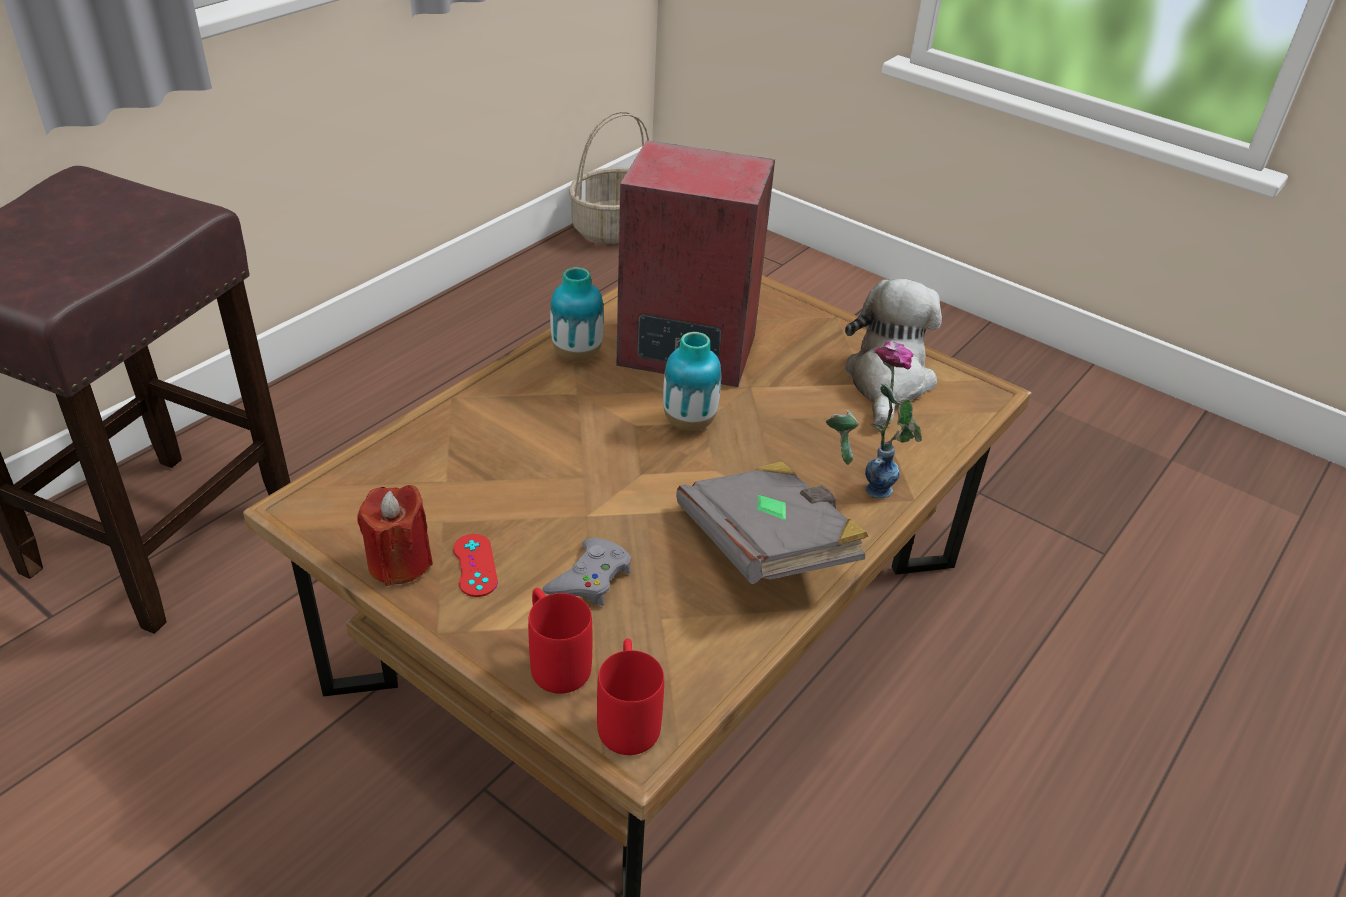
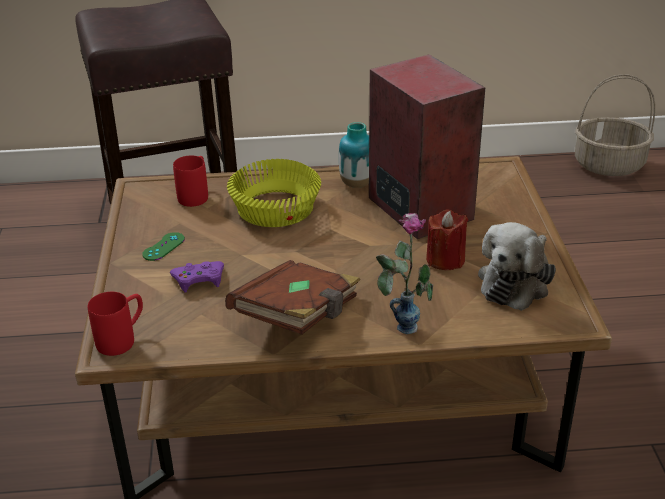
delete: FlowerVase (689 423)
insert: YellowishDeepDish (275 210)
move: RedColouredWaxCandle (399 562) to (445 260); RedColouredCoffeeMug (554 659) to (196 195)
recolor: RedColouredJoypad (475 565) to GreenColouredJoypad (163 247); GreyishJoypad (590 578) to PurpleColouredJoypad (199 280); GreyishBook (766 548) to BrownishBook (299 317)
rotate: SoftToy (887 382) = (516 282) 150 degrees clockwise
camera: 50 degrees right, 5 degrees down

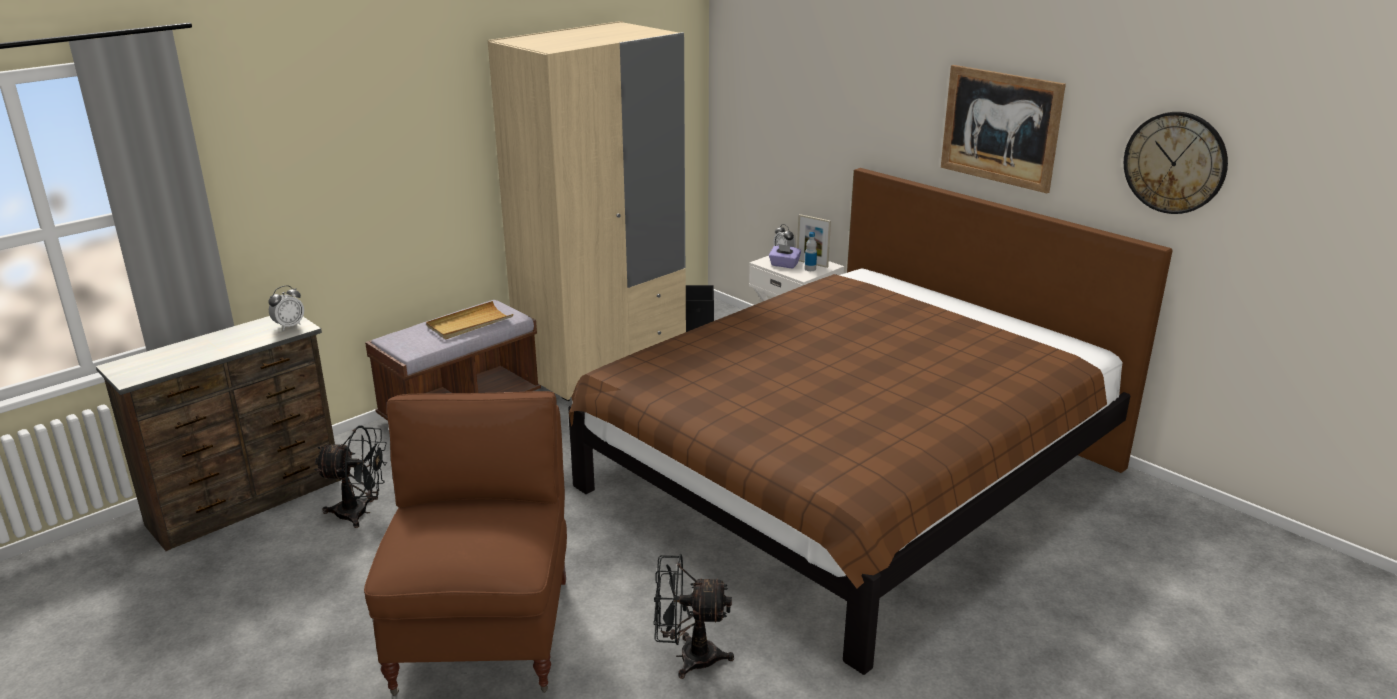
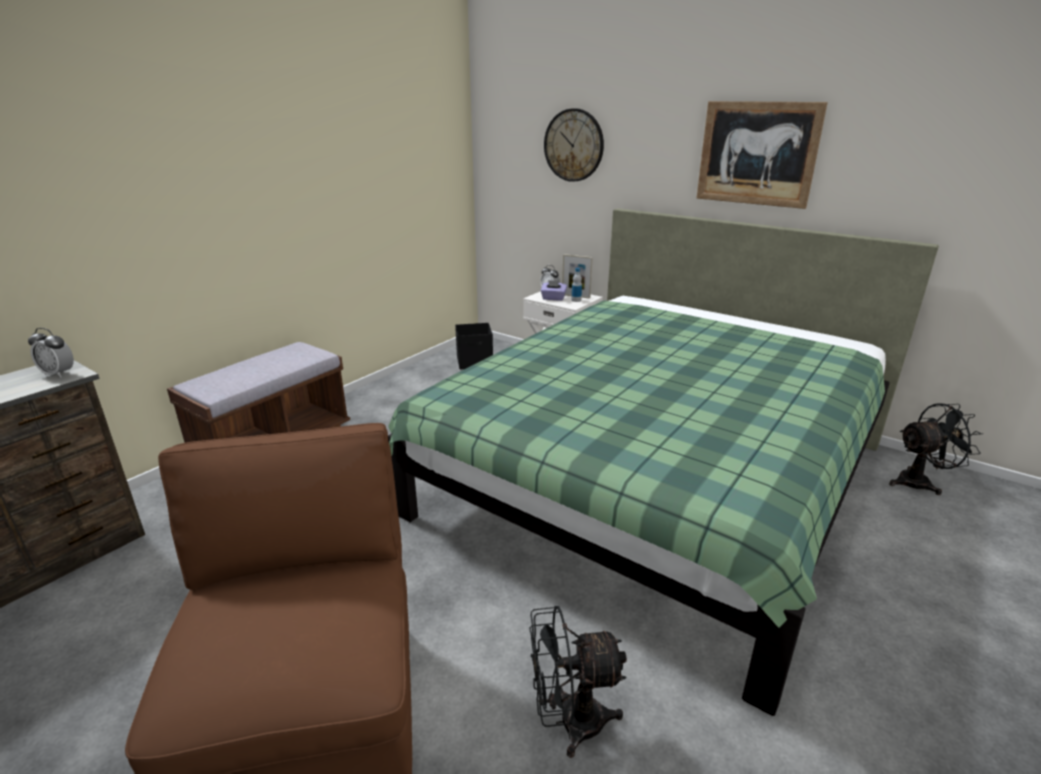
delete: BeigeColouredTray (469 323); BeigeColouredWardrobe (602 362)
move: BlackishCoolingFan (360 513) to (920 482); WallClock (1175 162) to (574 145)
recolor: BrownishBed (850 478) to GreenColouredBed (654 478)
rotate: BedsideClock (289 326) = (58 373) 75 degrees clockwise
camera: 10 degrees left, 0 degrees up

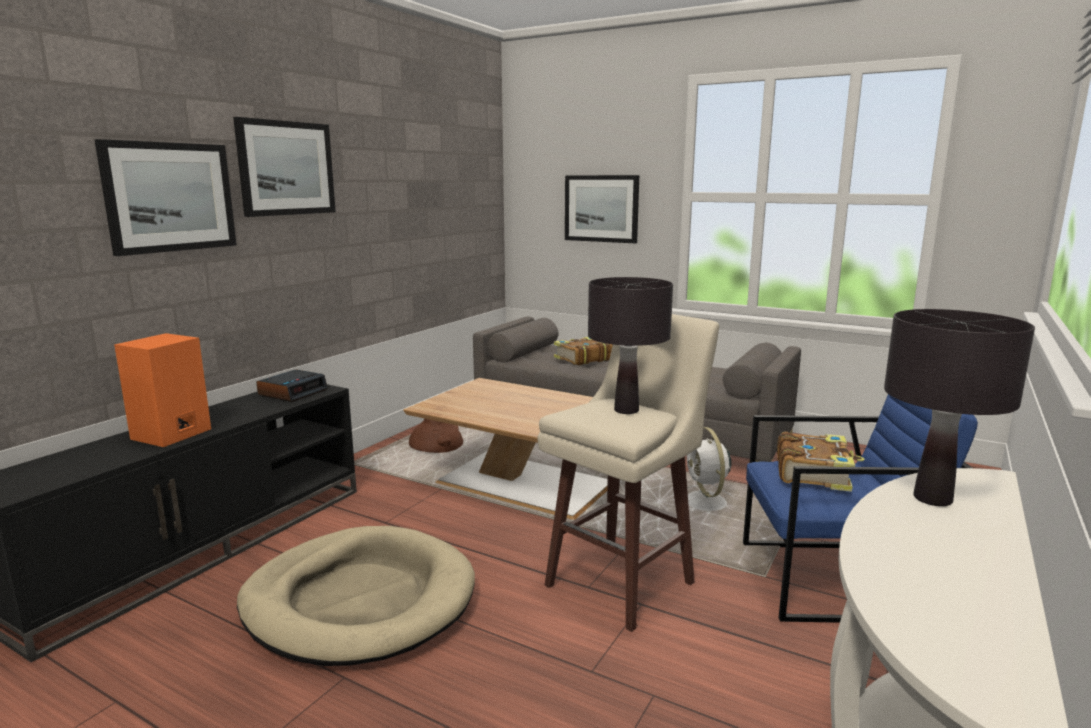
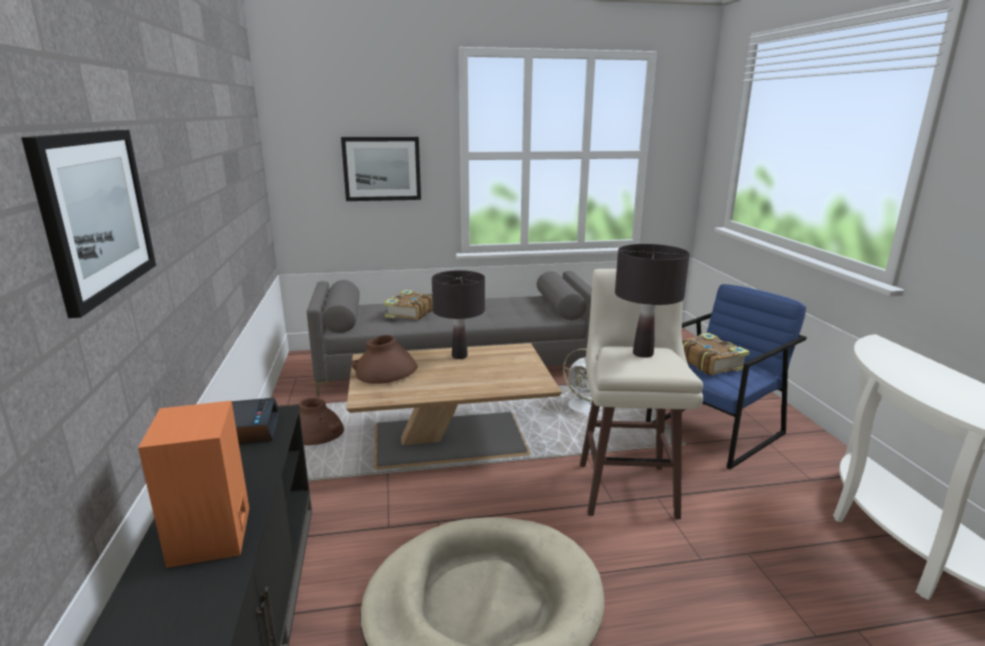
delete: WallPicture (286 168)
insert: BrownishFlowerVase (385 372)
move: BlackishLampForATable (932 498) to (459 356)
camera: 40 degrees left, 5 degrees up

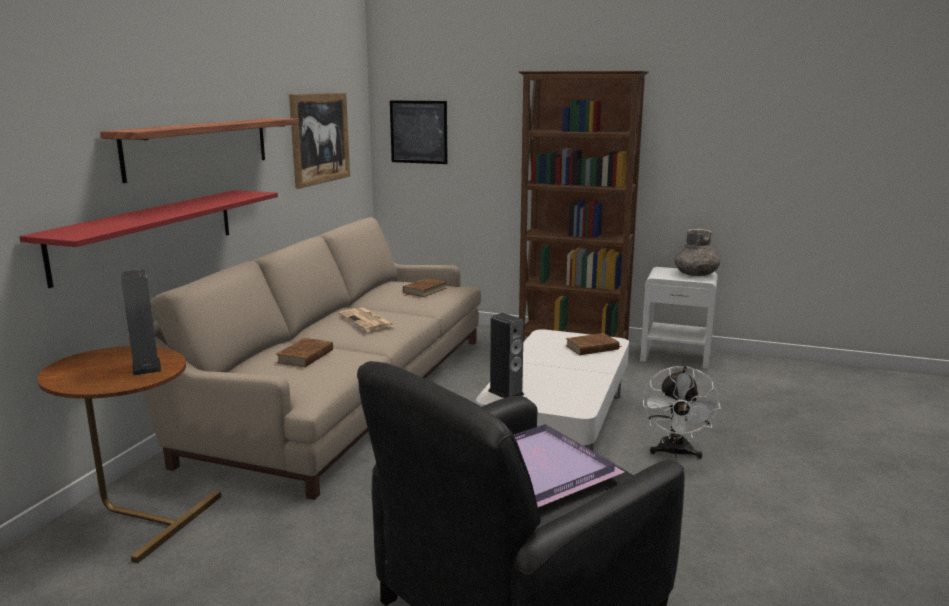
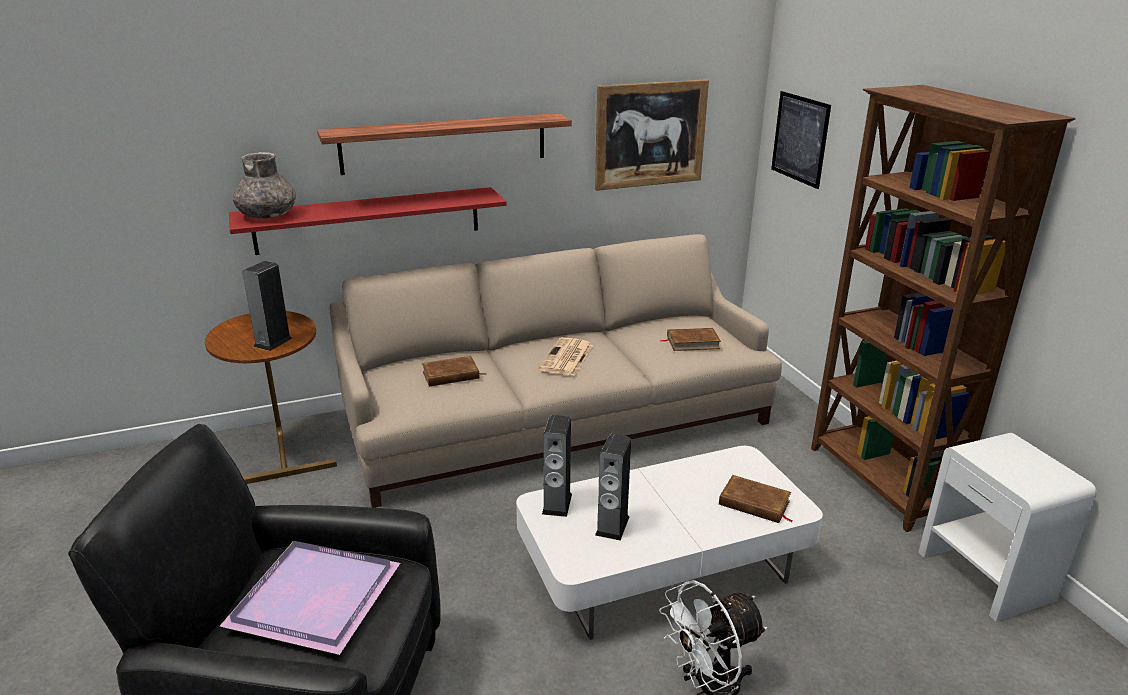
insert: Speaker (612 526)
move: GreyishFlowerVase (696 274) to (268 215)
camera: 50 degrees right, 10 degrees up

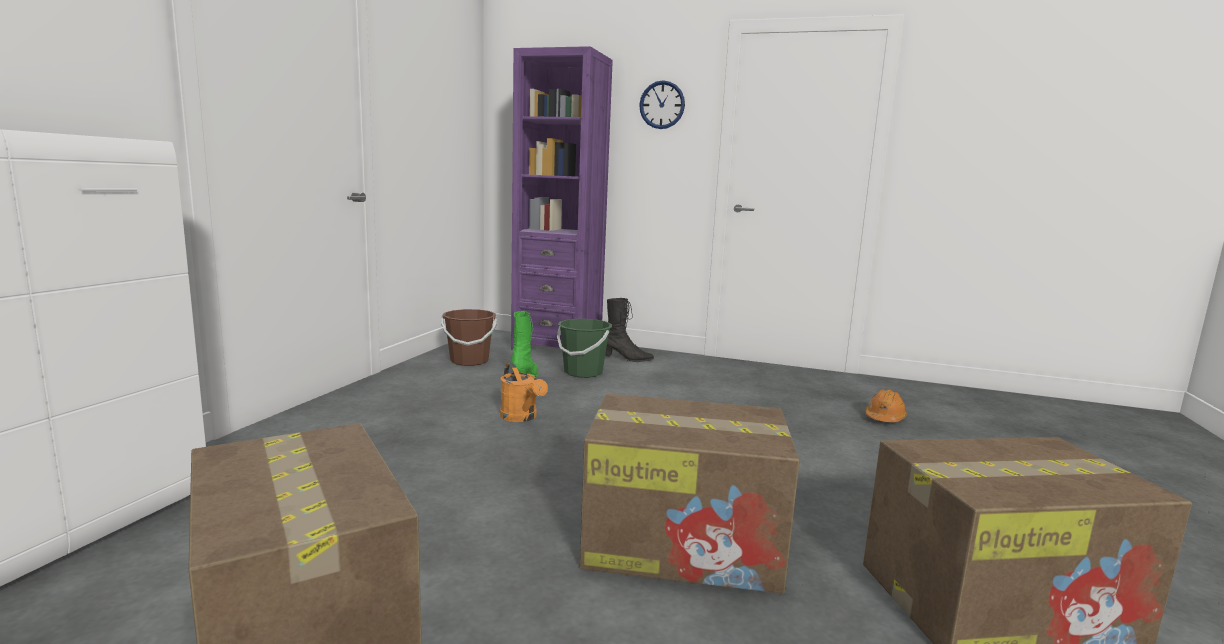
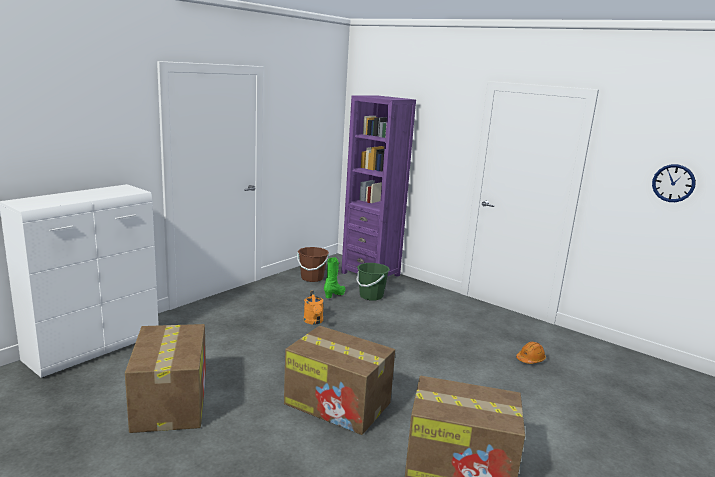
delete: BlackishHighTopBoot (626 359)
move: WallClock (662 105) to (673 183)
camera: 20 degrees right, 5 degrees up

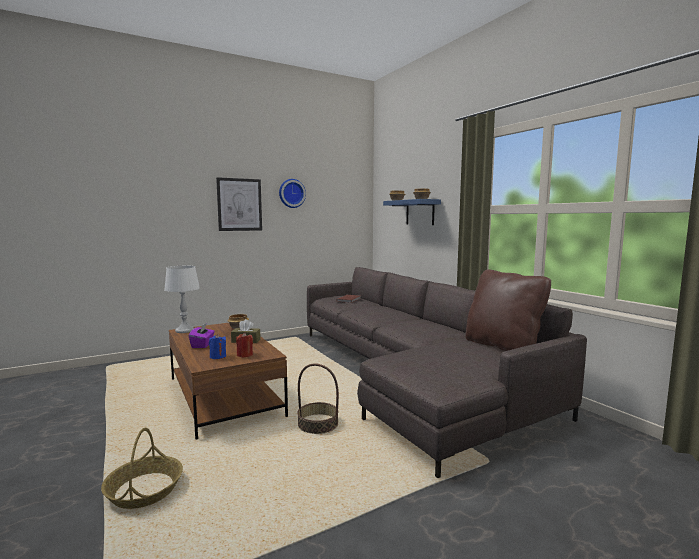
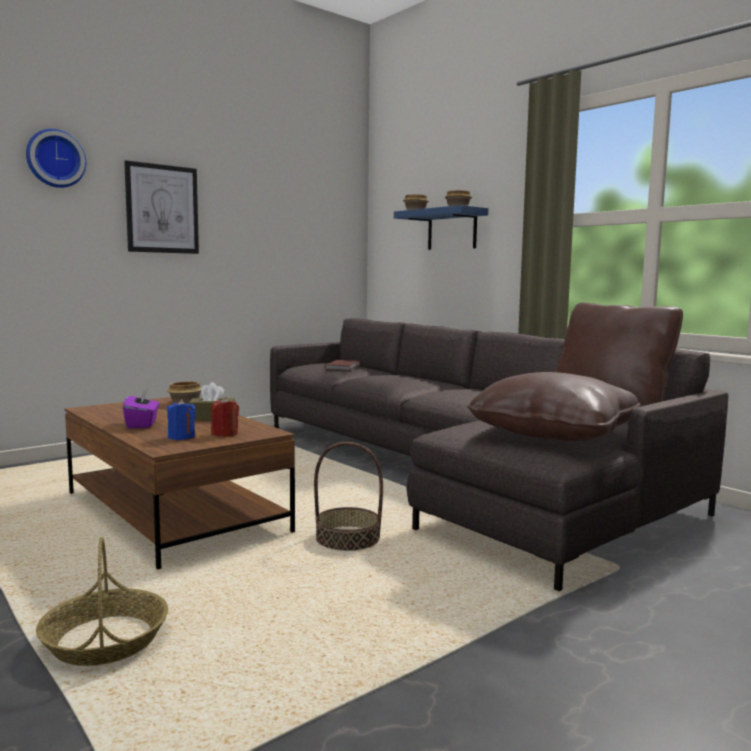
delete: WhiteLampForATable (185 330)
insert: BrownishPillow (553 434)
move: WallClock (291 193) to (55 159)
camera: 10 degrees left, 0 degrees up

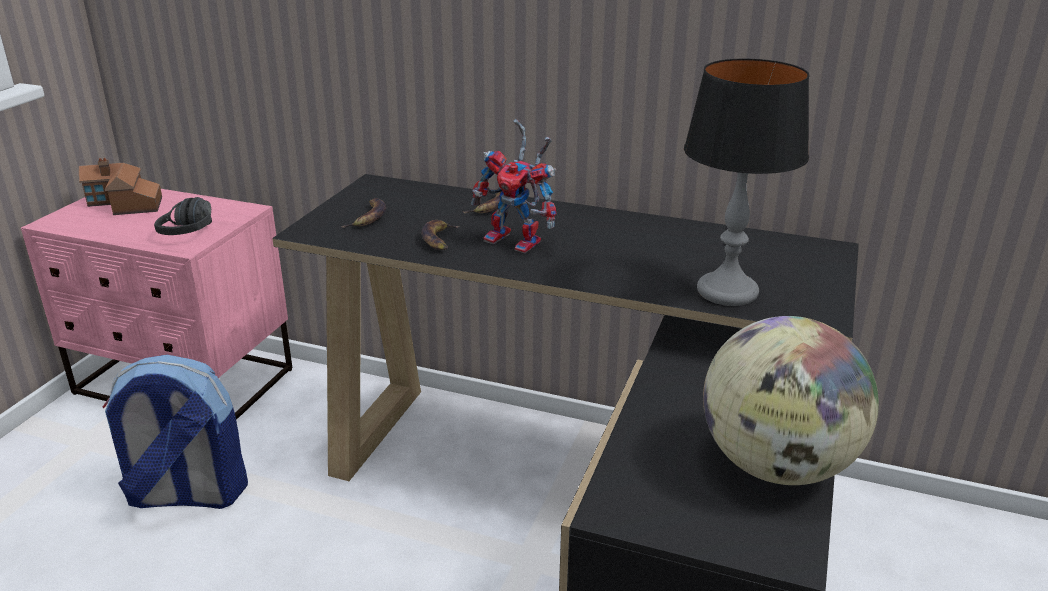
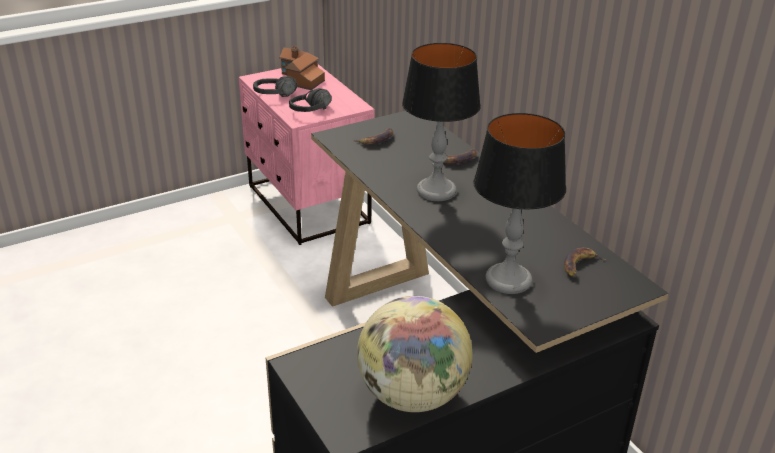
delete: Backpack (186 495)
insert: BlackishHeadphones (275 97)
move: BananaFruit (440 239) to (580 266)
replace: RobotFigure (519 241) to LampForATable (436 191)
camera: 40 degrees right, 5 degrees up

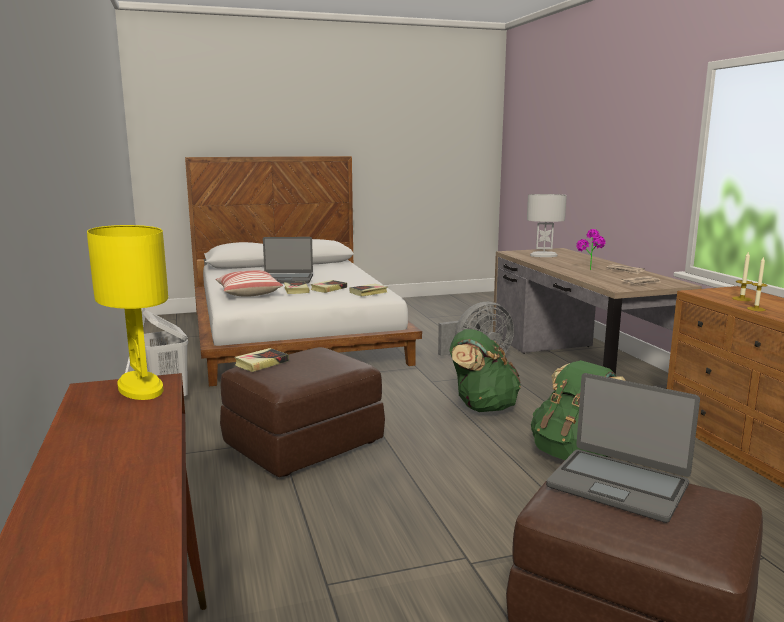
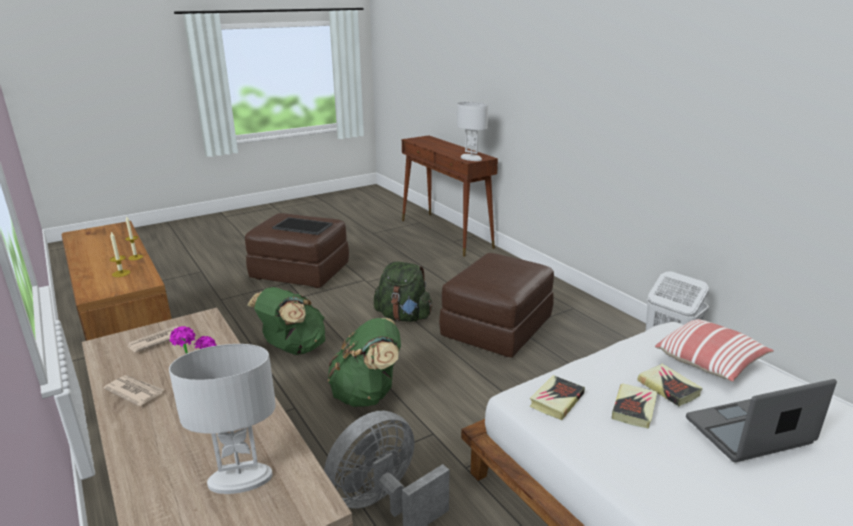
delete: Book (261 363)
insert: GreenColouredBackpack (404 317)
replace: NotebookComputer (618 485) to Tray (301 226)
recolor: YellowishLampForATable (141 388) to WhiteLampForATable (470 159)
camera: 165 degrees right, 10 degrees up

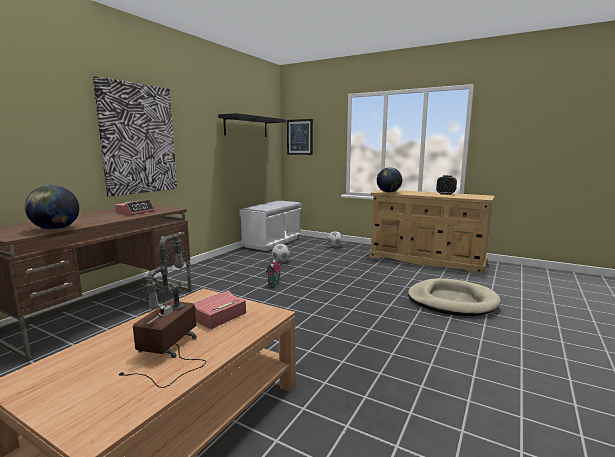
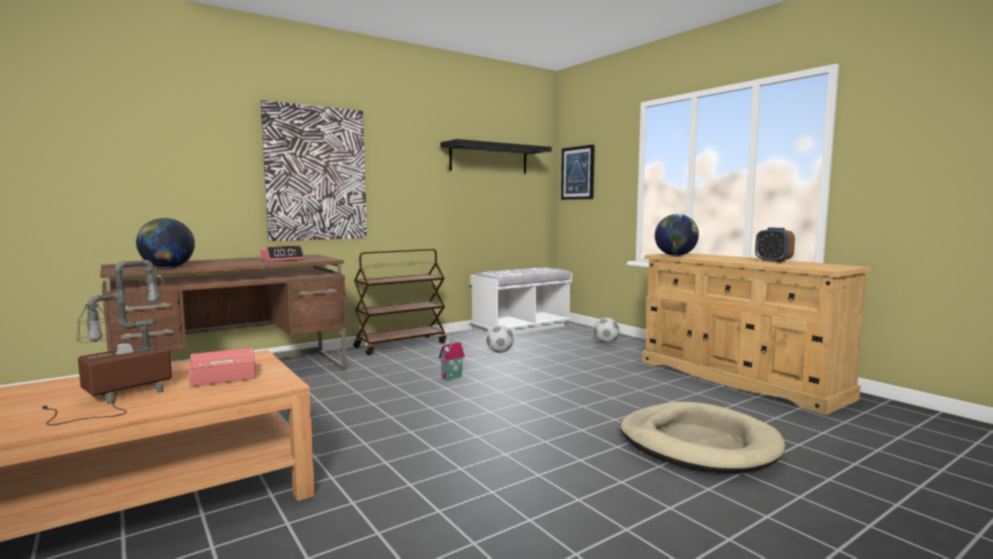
insert: BrownishTrolley (401 345)
camera: 25 degrees right, 5 degrees down

